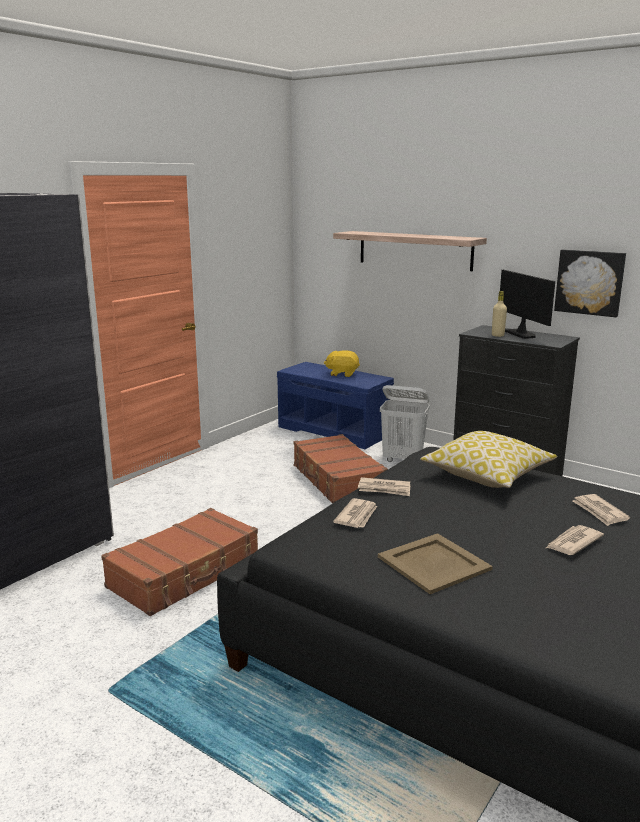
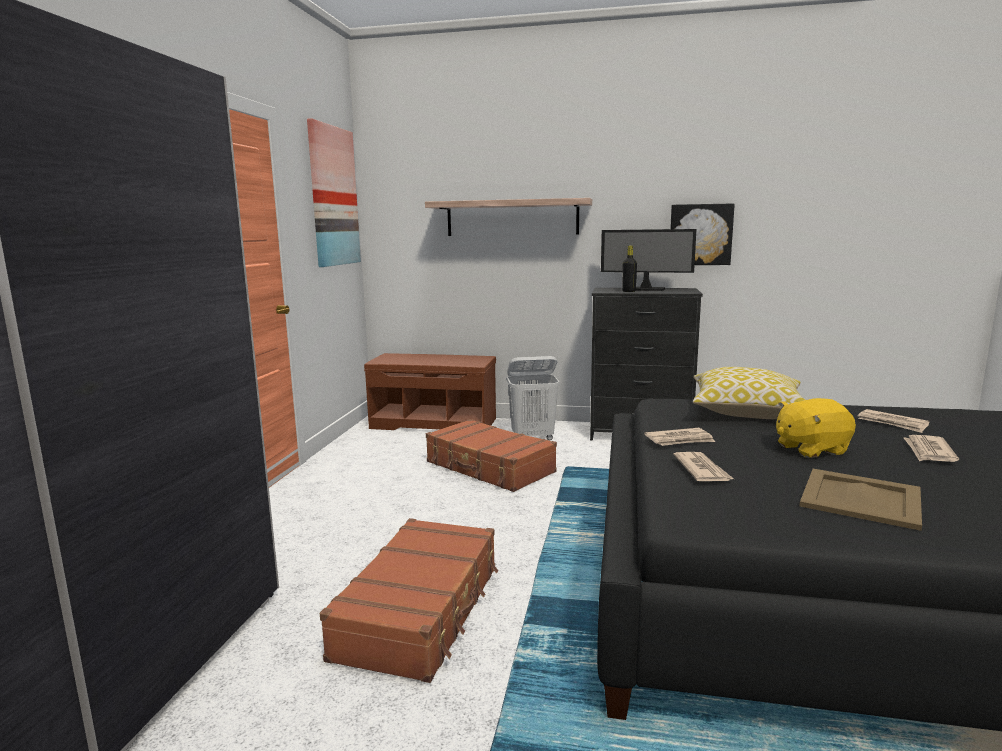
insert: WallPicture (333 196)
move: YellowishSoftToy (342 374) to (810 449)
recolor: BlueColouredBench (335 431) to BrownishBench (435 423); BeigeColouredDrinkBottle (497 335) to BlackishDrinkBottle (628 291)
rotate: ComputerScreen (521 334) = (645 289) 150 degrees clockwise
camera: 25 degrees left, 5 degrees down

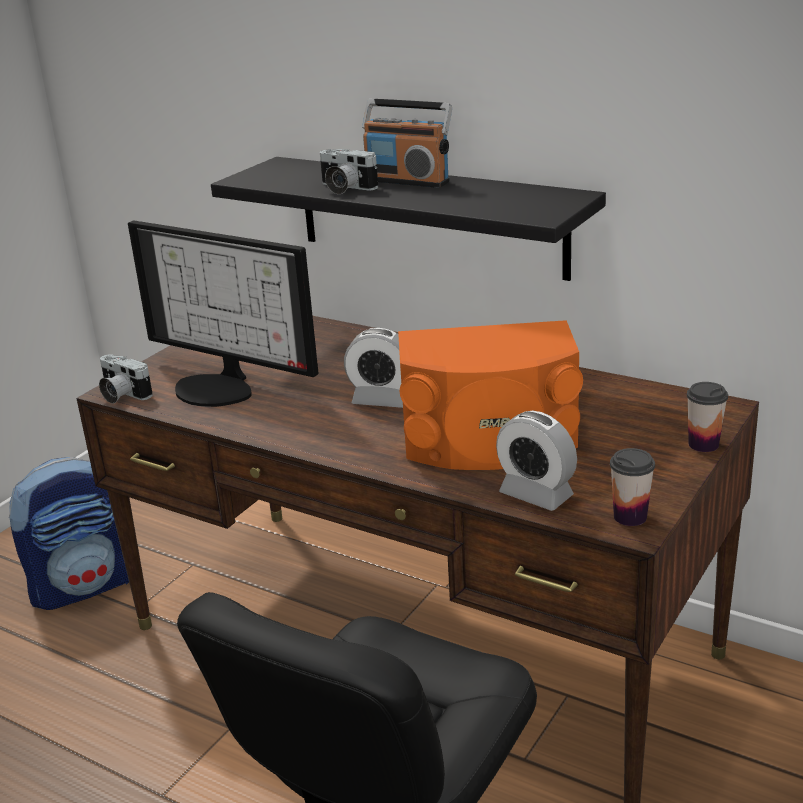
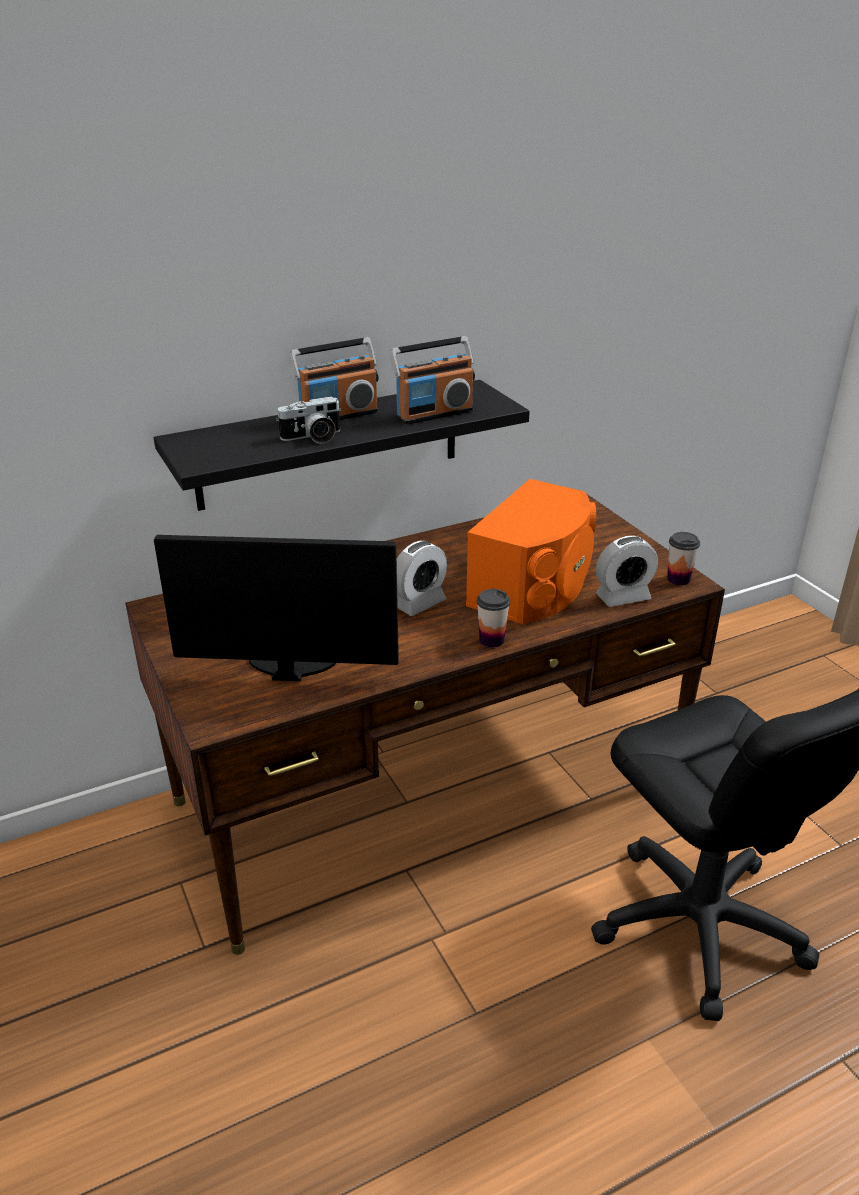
delete: Backpack (84 585); PhotoCamera (121 395)
insert: Radio (434 414)
move: SmallCup (703 444) to (491 640)
rotate: ComputerScreen (220 387) = (289 665) 150 degrees counterclockwise
camera: 60 degrees left, 5 degrees up

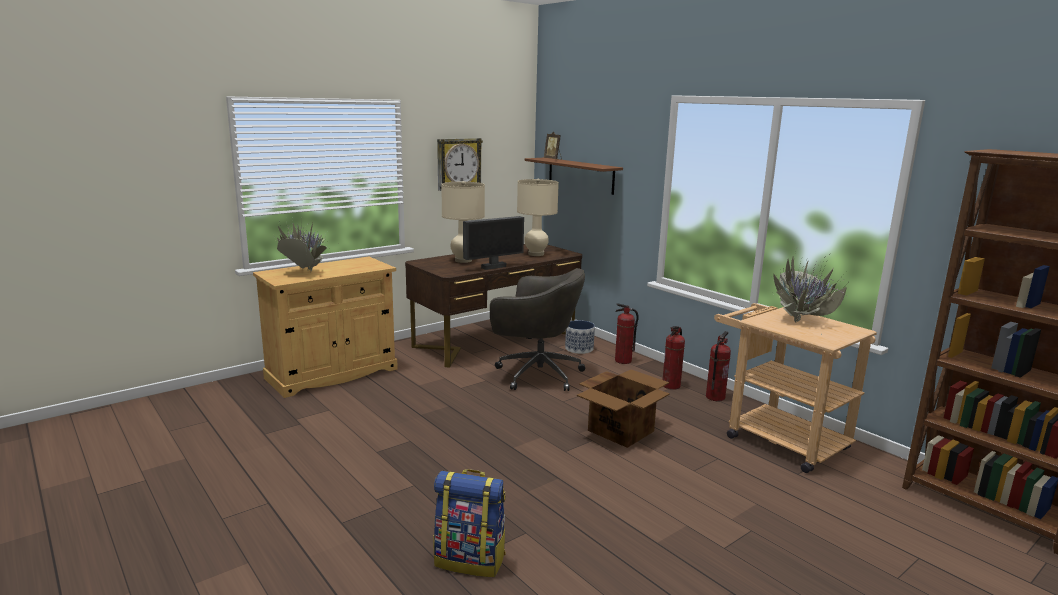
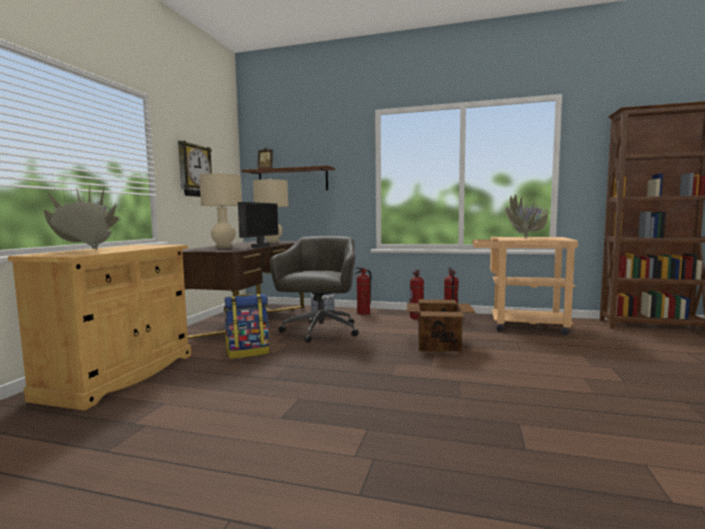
move: Backpack (471 560) to (248 353)
rotate: GreyishComputerChair (536 374) = (320 331) 60 degrees counterclockwise
camera: 35 degrees left, 10 degrees down

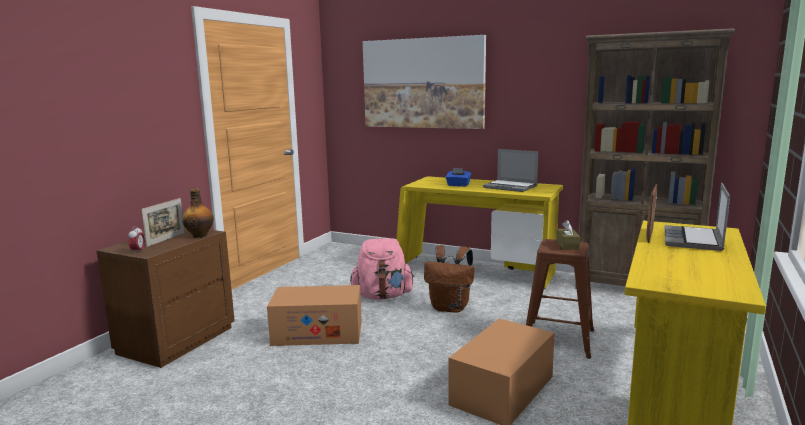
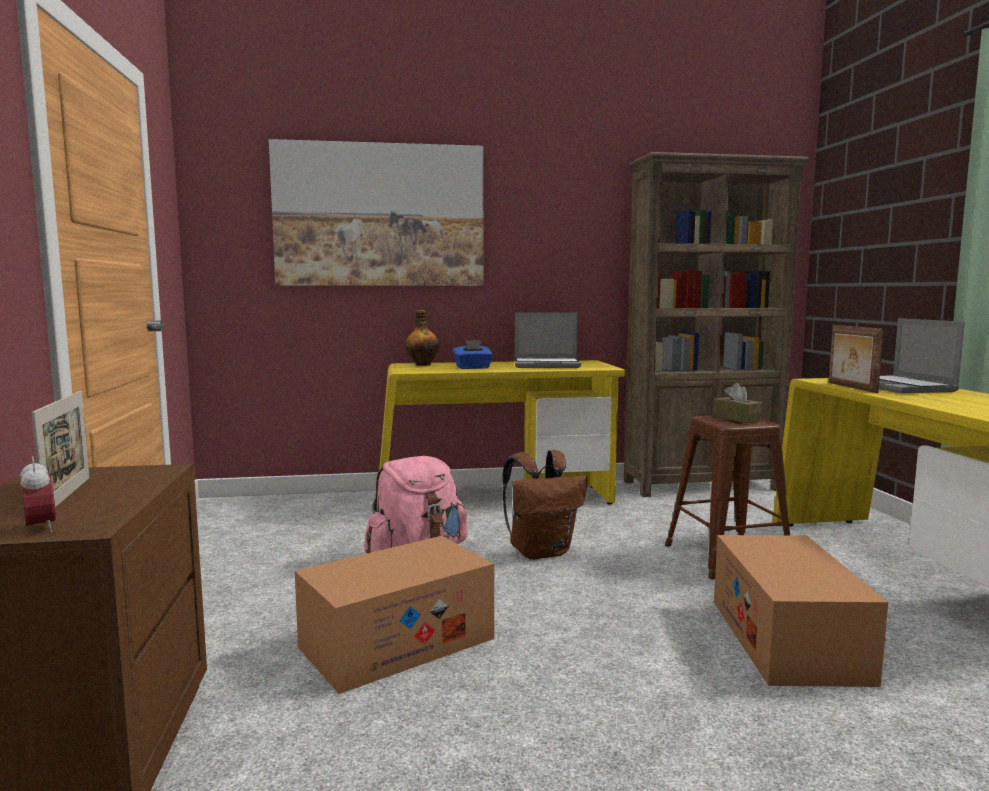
move: DrinkBottle (200 235) to (422 365)
camera: 35 degrees left, 5 degrees down

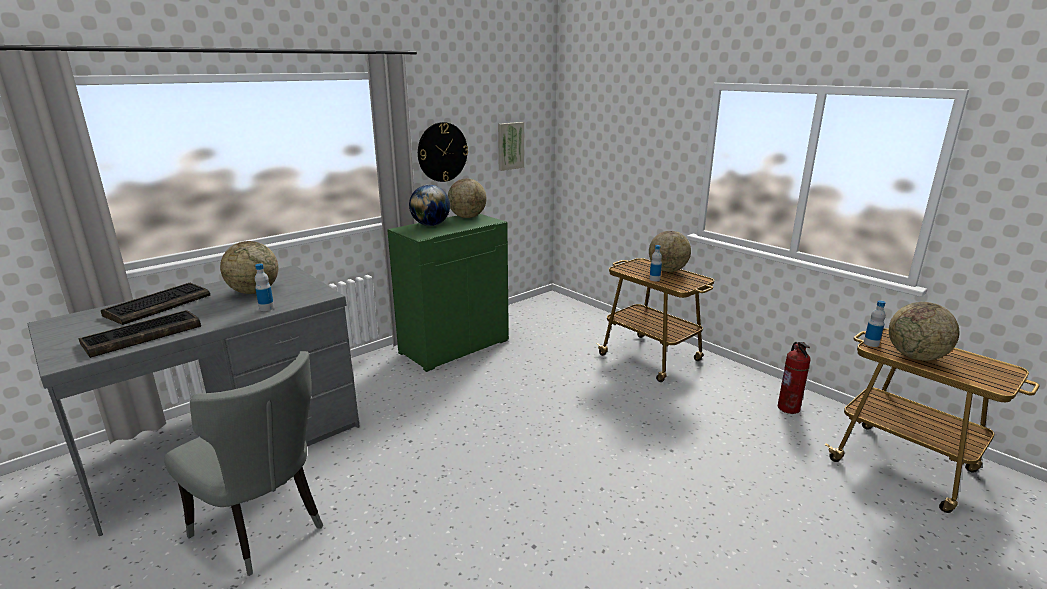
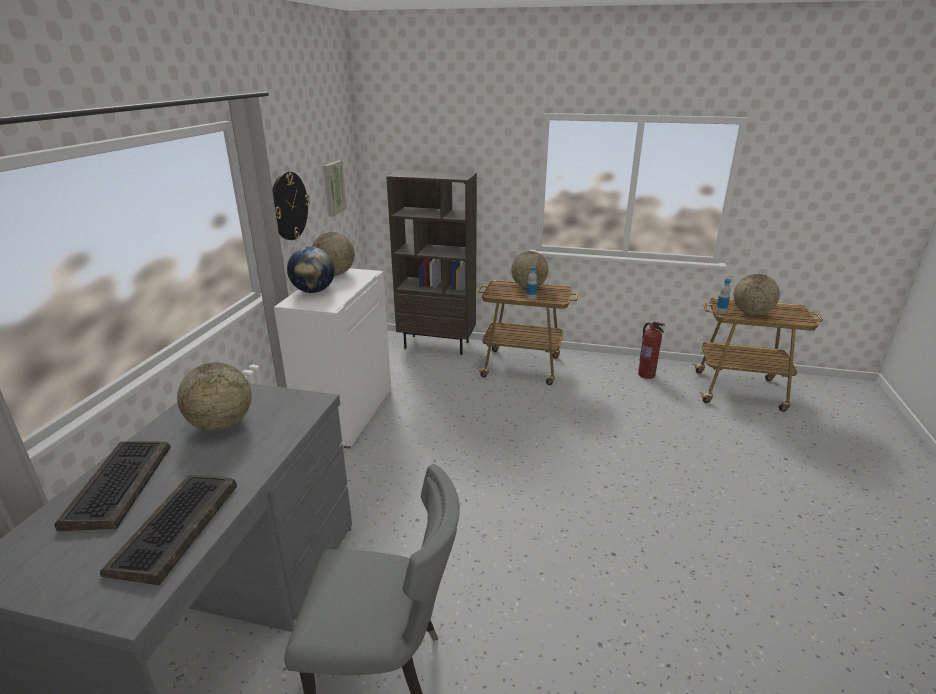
delete: DrinkBottle (266 308)
insert: BrownishShelvingUnit (437 344)
recolor: GreenColouredCupboard (454 346) to WhiteCupboard (346 413)
camera: 35 degrees left, 5 degrees up

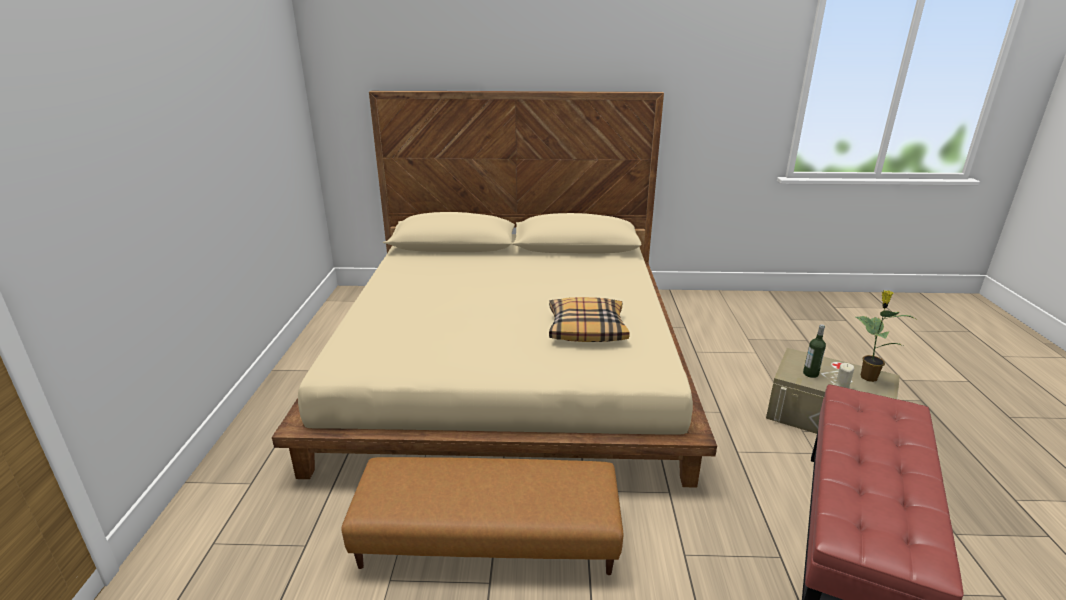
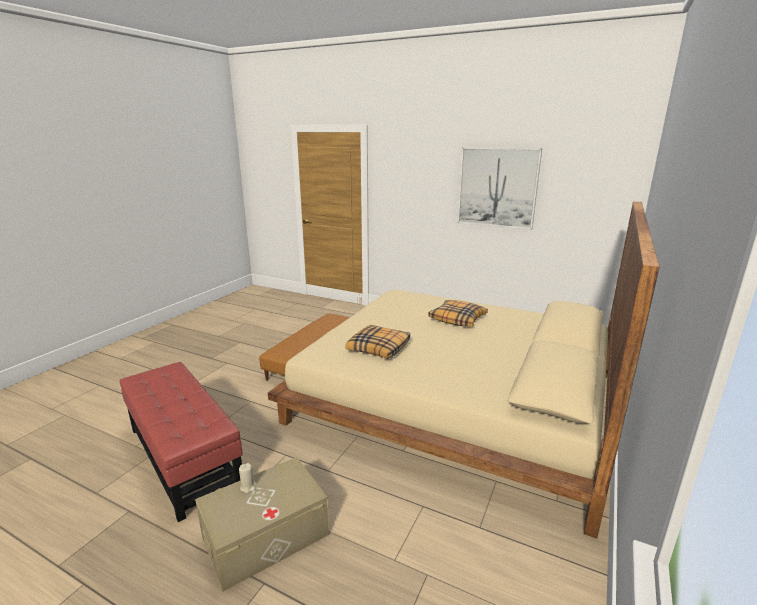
delete: DrinkBottle (810 374); Houseplant (867 376)
insert: Pillow (458 319); WallPicture (497 187)
camera: 115 degrees right, 5 degrees down

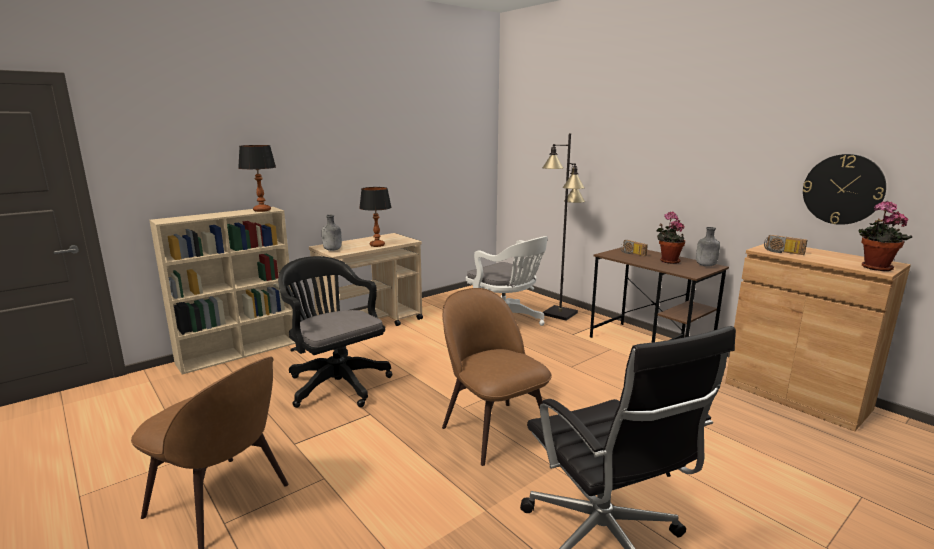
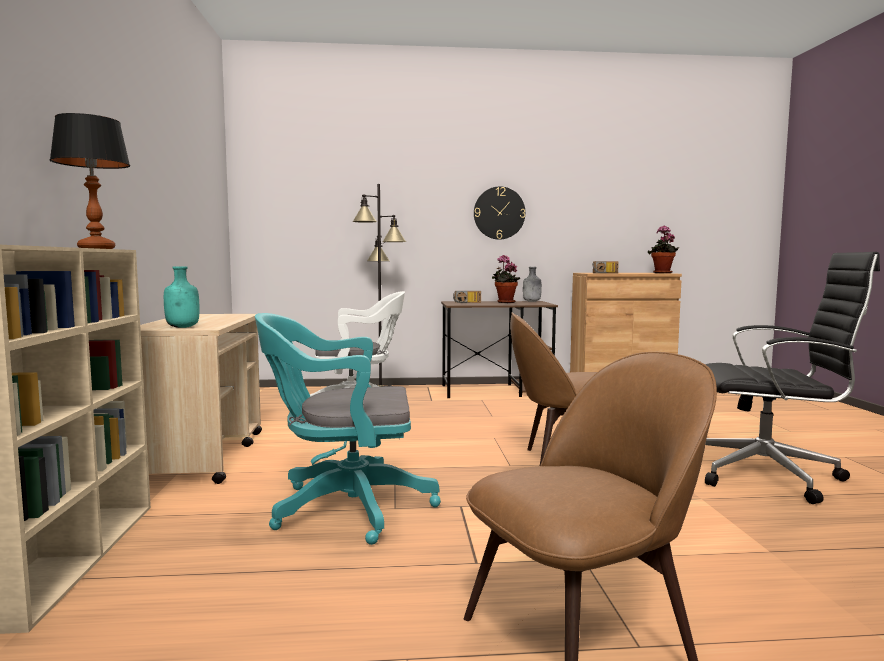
delete: LampForATable (377 245)
move: WallClock (843 189) to (499 213)
recolor: BlackishComputerChair (336 383) to TurquoiseColouredComputerChair (344 508); GreyishDrinkBottle (332 250) to TurquoiseColouredDrinkBottle (183 327)
camera: 55 degrees left, 10 degrees down

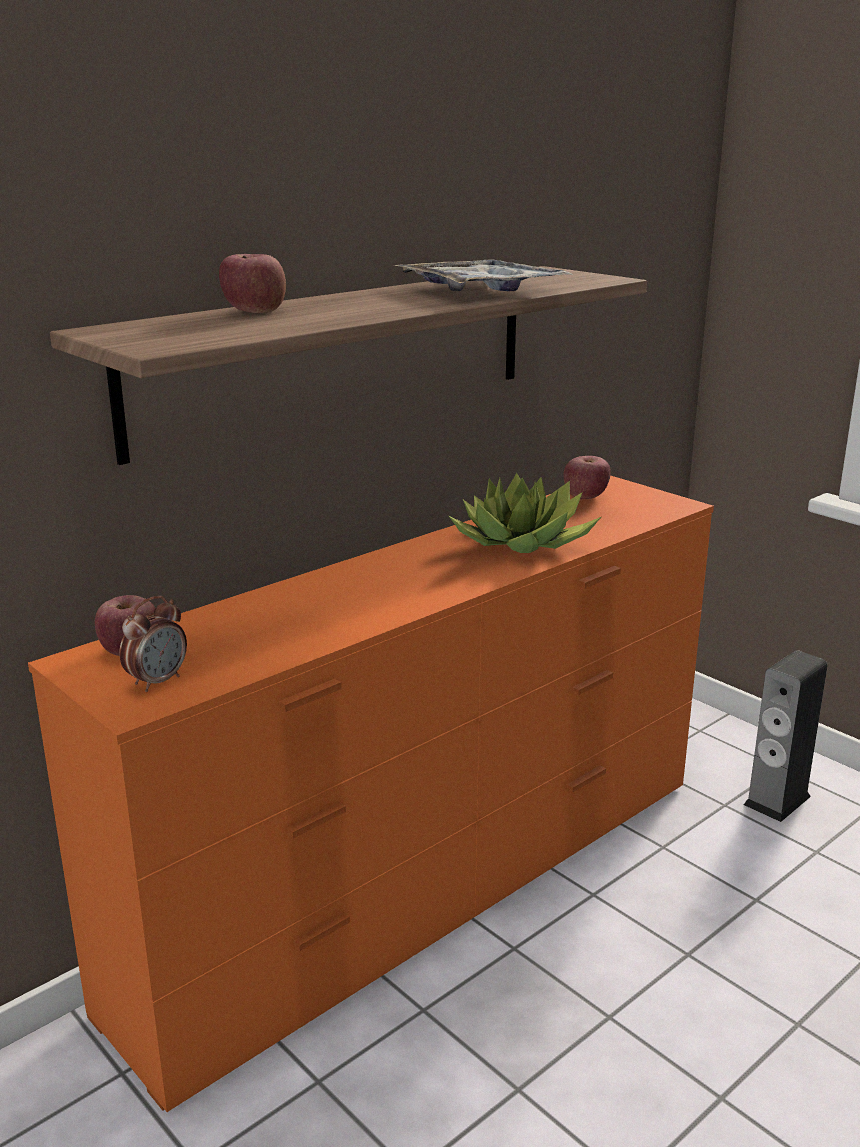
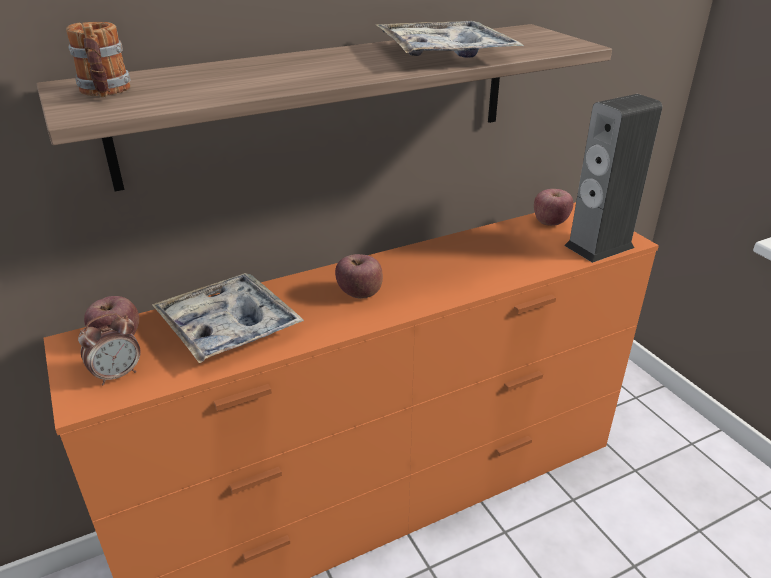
delete: Houseplant (524 542)
insert: CoffeeMug (105 92); Tray (229 327)
move: AppleFruit (255 312) to (360 293); Speaker (777 800) to (599 246)
camera: 15 degrees right, 10 degrees up

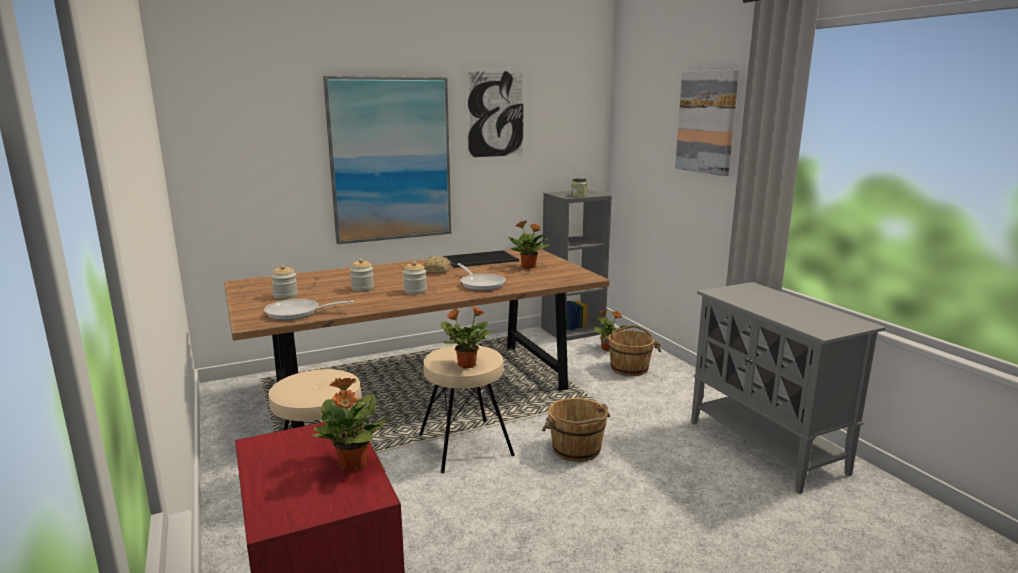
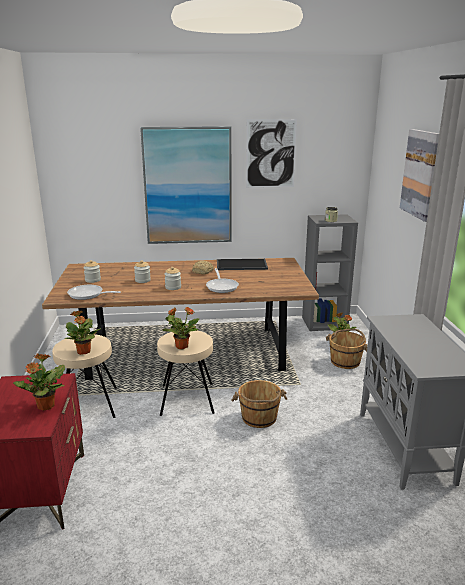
move: Houseplant (529 267) to (84 352)
camera: 20 degrees right, 5 degrees up

